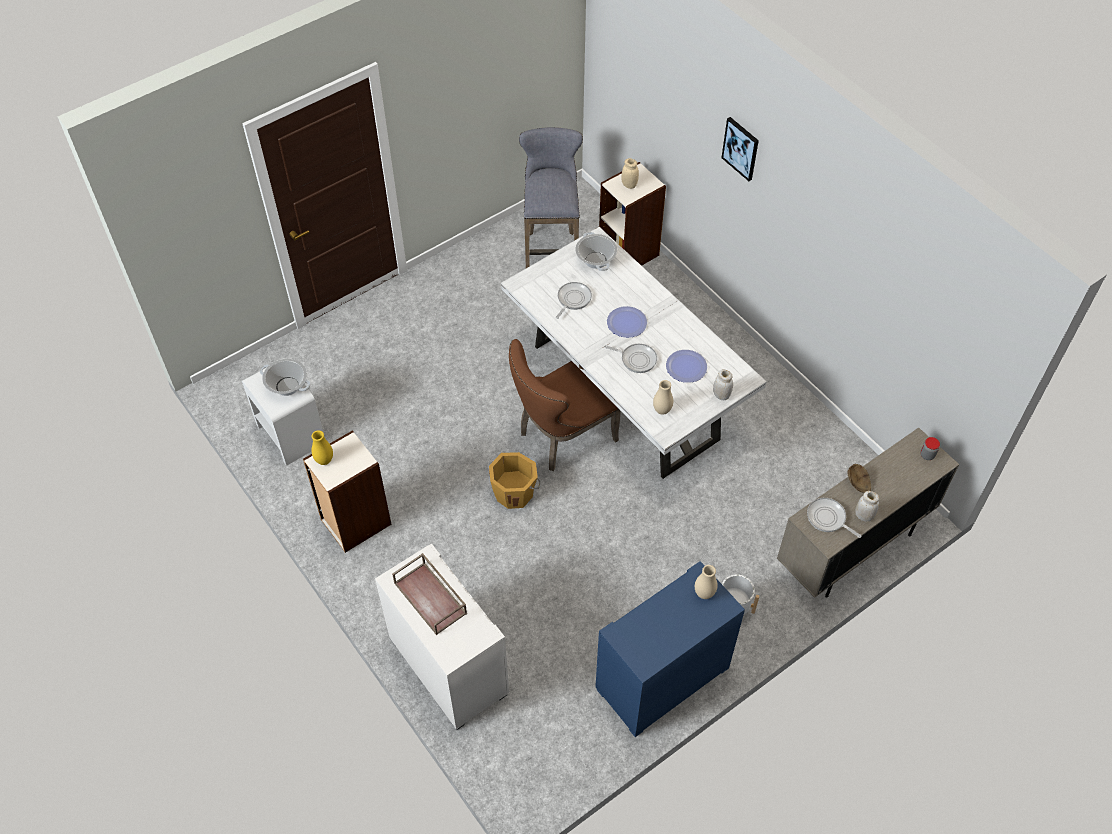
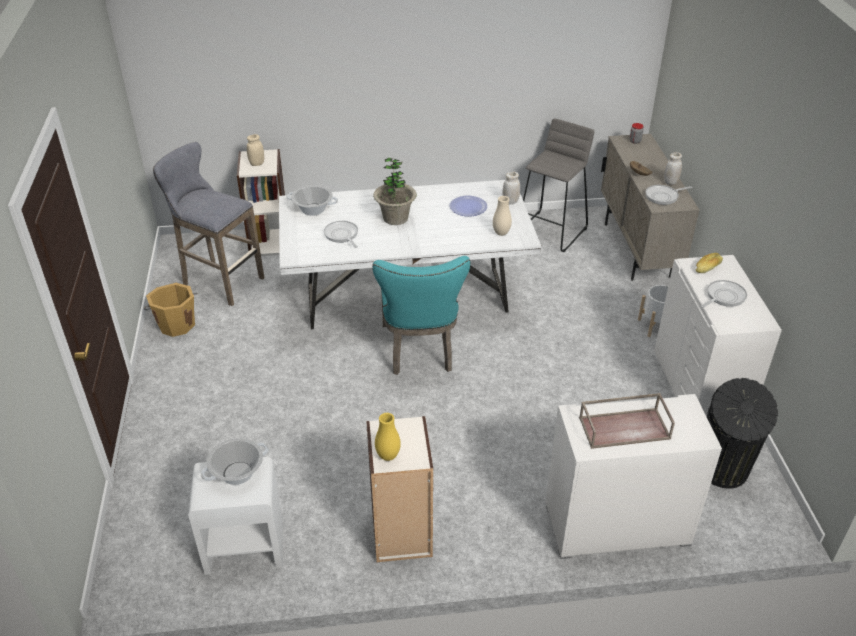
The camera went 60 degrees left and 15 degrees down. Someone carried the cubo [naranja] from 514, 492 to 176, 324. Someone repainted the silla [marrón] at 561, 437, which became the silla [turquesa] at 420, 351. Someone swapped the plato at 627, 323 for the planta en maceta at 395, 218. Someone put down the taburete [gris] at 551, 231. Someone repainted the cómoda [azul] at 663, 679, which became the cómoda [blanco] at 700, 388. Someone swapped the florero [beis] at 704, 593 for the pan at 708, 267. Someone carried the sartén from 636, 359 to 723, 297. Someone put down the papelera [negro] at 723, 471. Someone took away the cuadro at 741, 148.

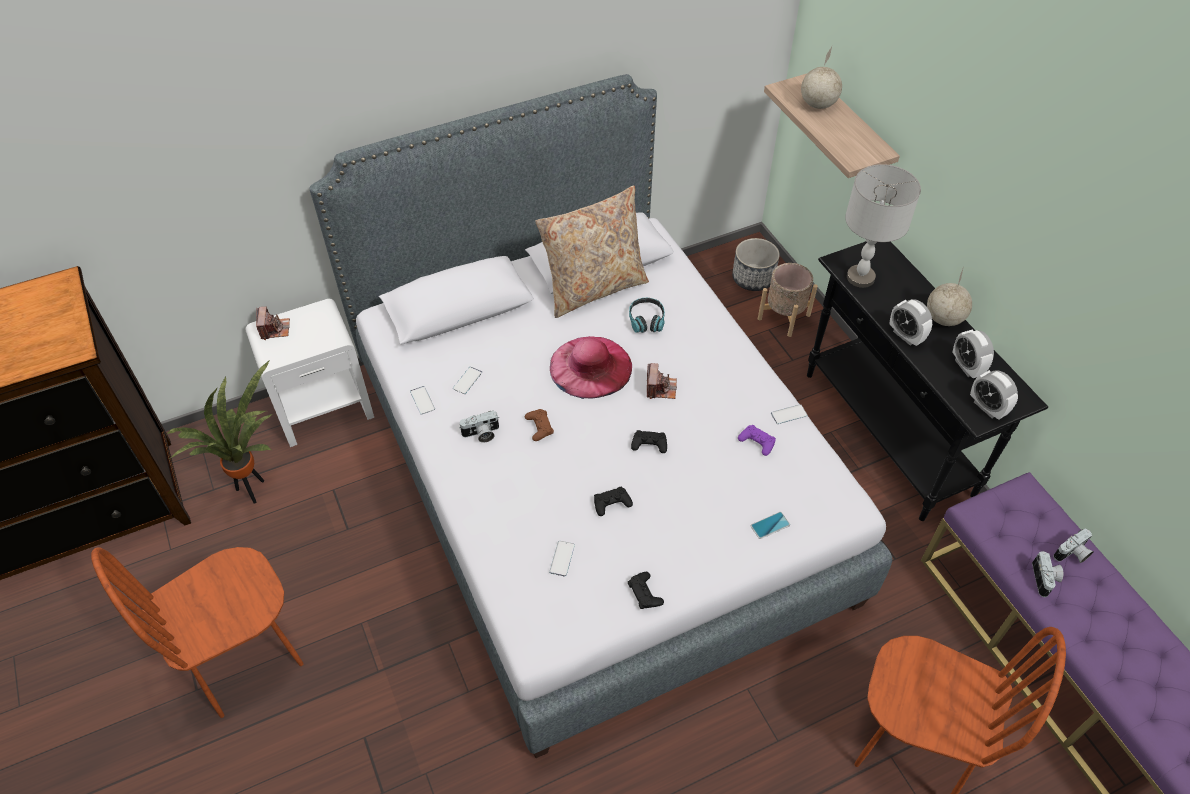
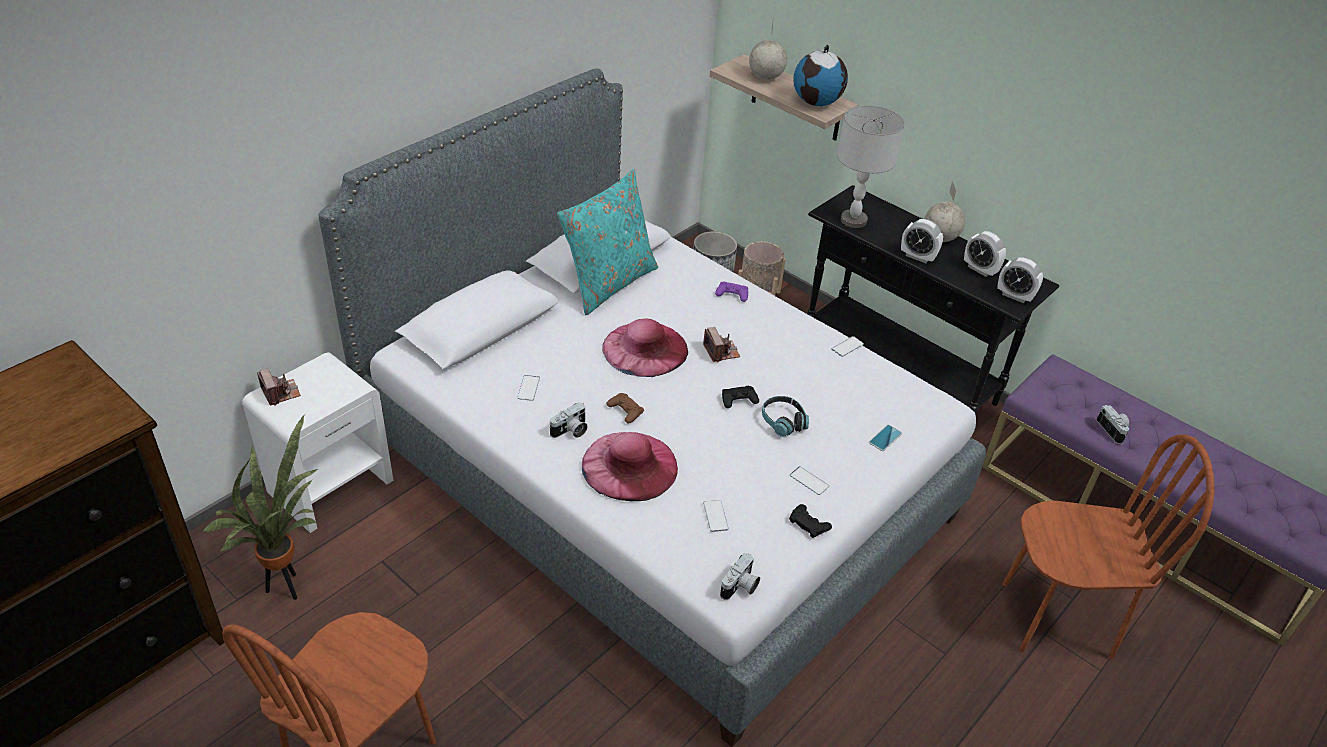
The camera went 25 degrees left and 10 degrees down. Someone repainted the cojín [beis] at 594, 288, which became the cojín [turquesa] at 609, 283. Someone put down the sombrero [rosa] at 629, 465. Someone carried the mando de consola [morado] from 757, 442 to 732, 294. Someone carried the cámara from 1072, 554 to 740, 587. Someone carried the auriculares from 646, 320 to 783, 421. Someone carried the móvil from 422, 400 to 809, 481. Someone put down the globo terráqueo at 817, 103. Someone took away the mando de consola [negro] at 612, 503.

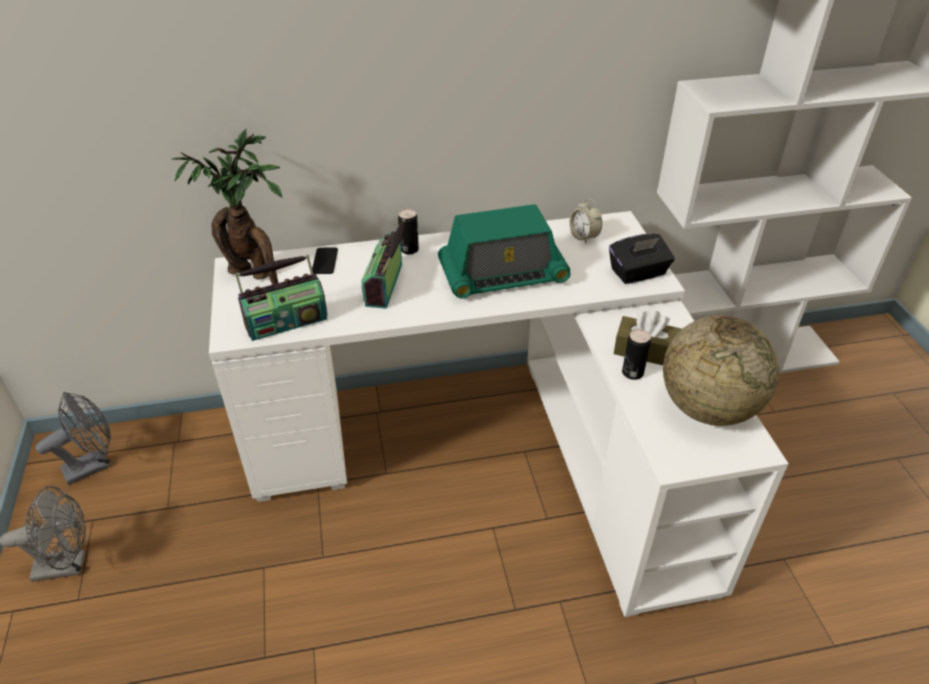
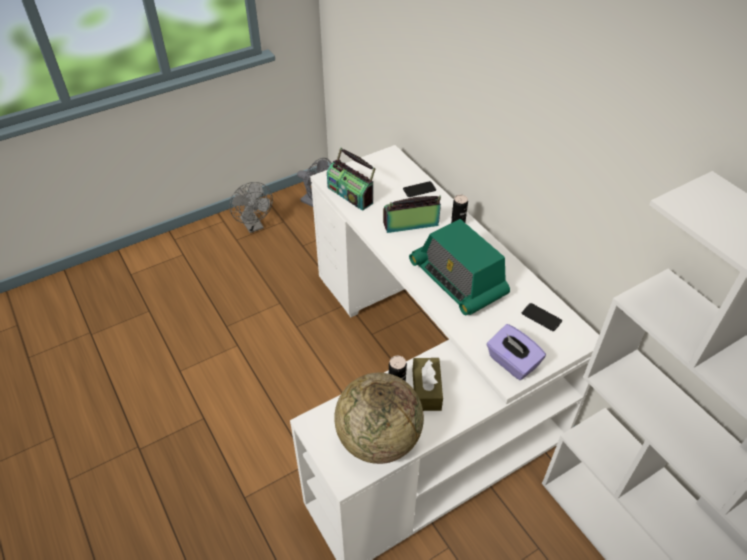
The camera went 70 degrees right and 5 degrees up. Someone repainted the caja de pañuelos [negro] at 638, 273, which became the caja de pañuelos [morado] at 512, 362. Someone swapped the despertador at 583, 237 for the móvil at 541, 317. Someone took away the planta en maceta at 254, 275.

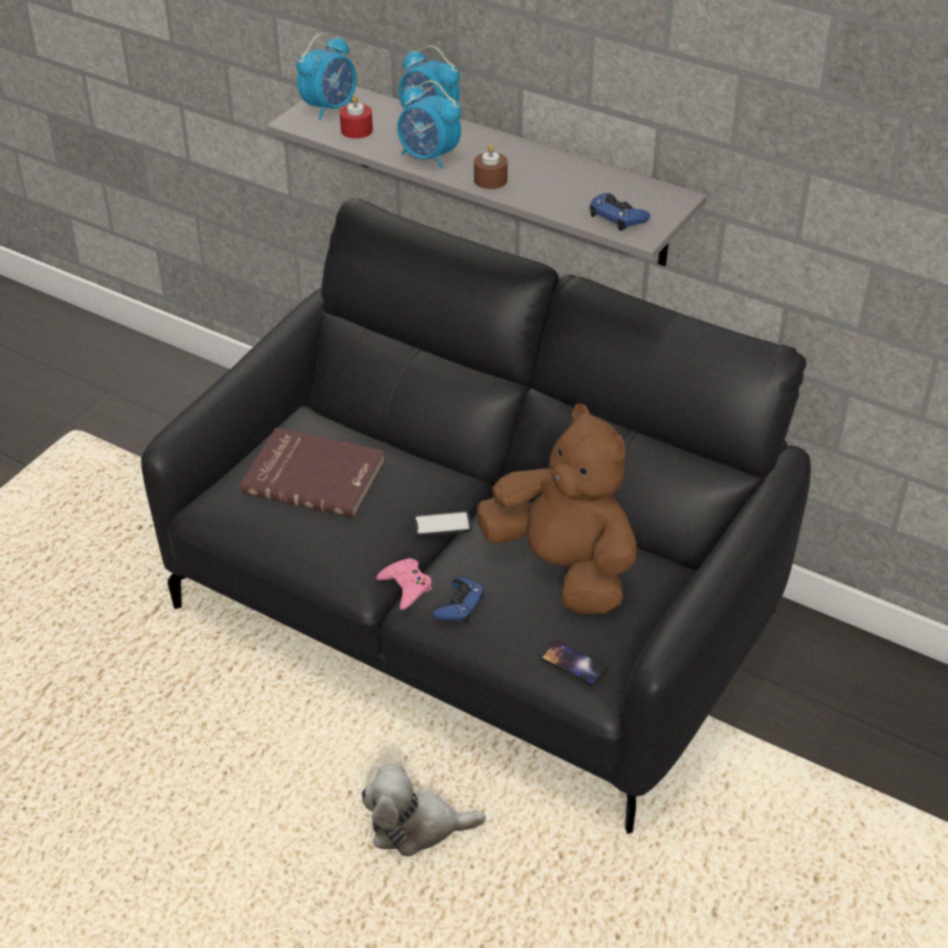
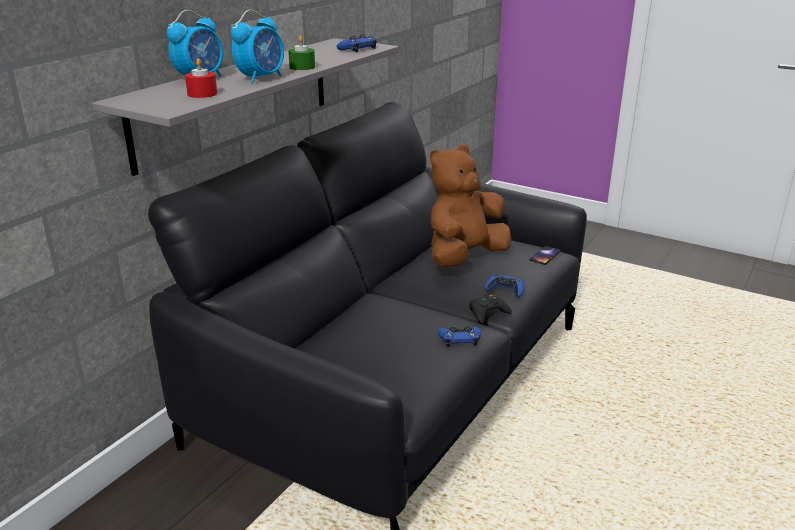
The camera went 90 degrees left and 15 degrees down. Someone repainted the vela [marrón] at 490, 180, which became the vela [verde] at 302, 67. Someone put down the mando de consola [azul] at 459, 339. Someone repainted the mando de consola [rosa] at 406, 587, which became the mando de consola [negro] at 487, 312. Someone took away the libro [rojo] at 315, 476. Someone took away the despertador at 330, 108. Someone took away the peluche at 416, 827. Someone took away the móvil at 442, 524.

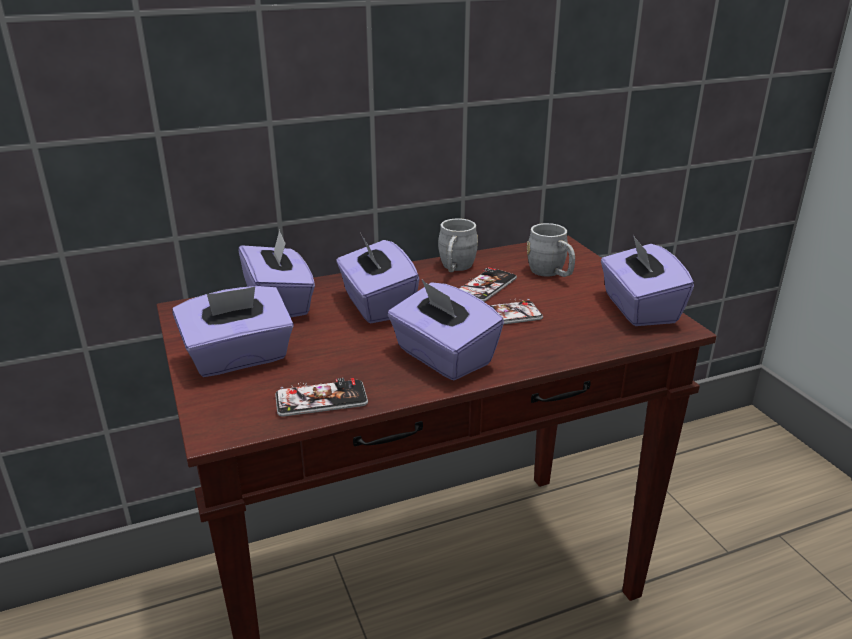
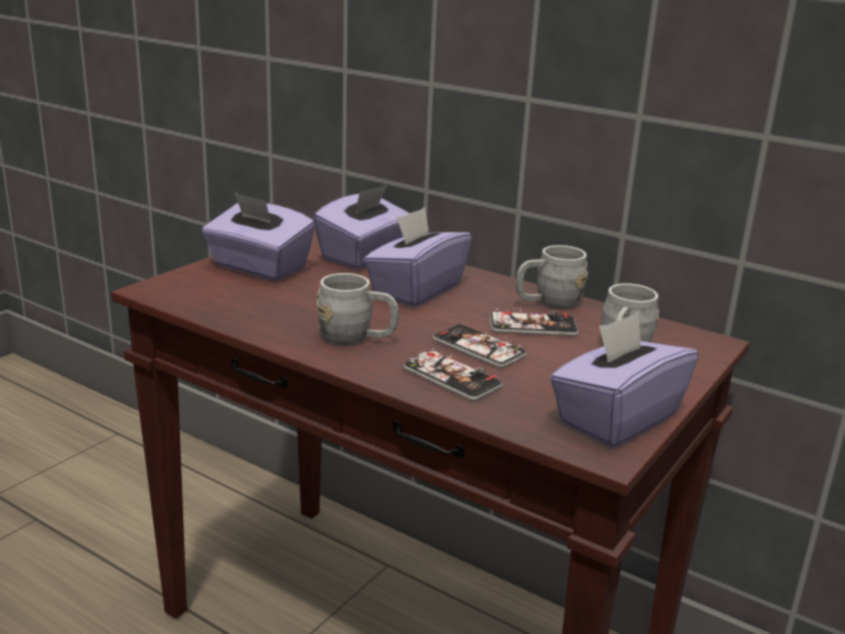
The camera went 55 degrees right and 5 degrees down. Someone swapped the caja de pañuelos [morado] at 443, 357 for the taza grande [gris] at 356, 339. Someone carried the móvil from 321, 399 to 451, 377.

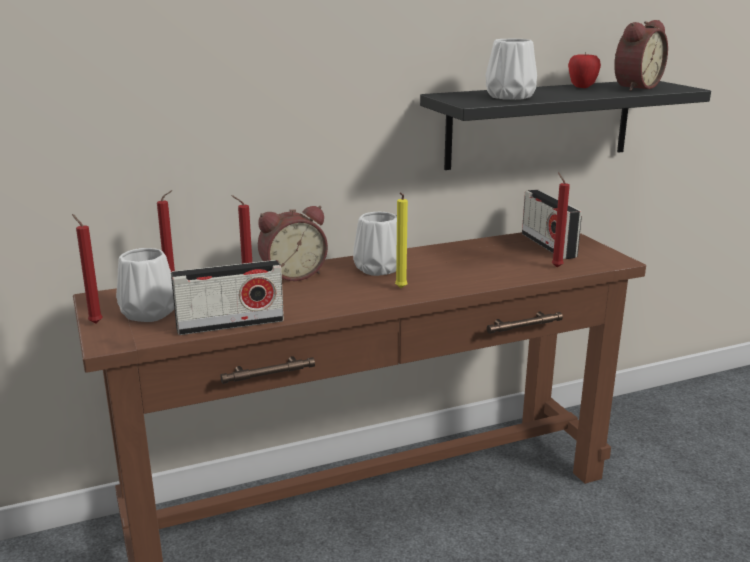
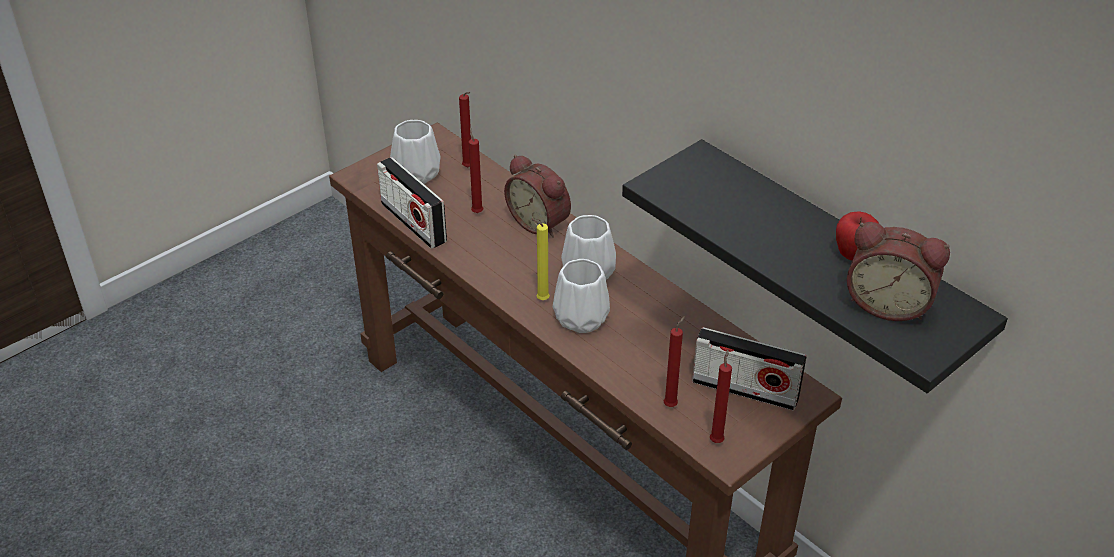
The camera went 70 degrees right and 20 degrees up. Someone carried the florero [blanco] from 510, 96 to 582, 318. Someone rotated the radio at 548, 245 by 120 degrees counterclockwise. Someone carried the vela [rojo] from 94, 323 to 716, 439.

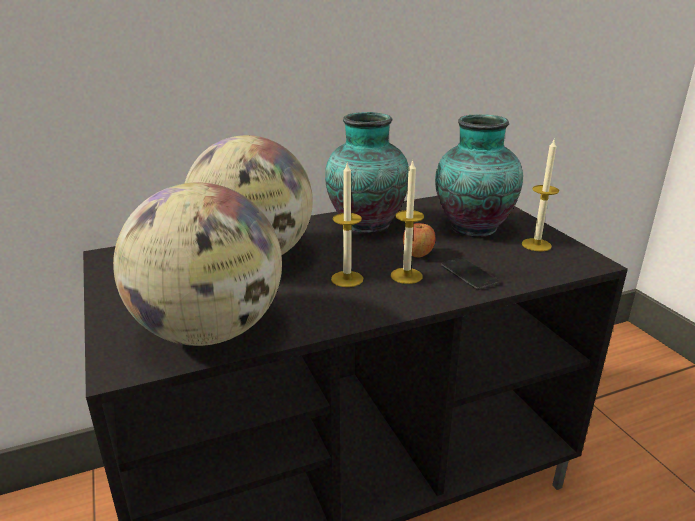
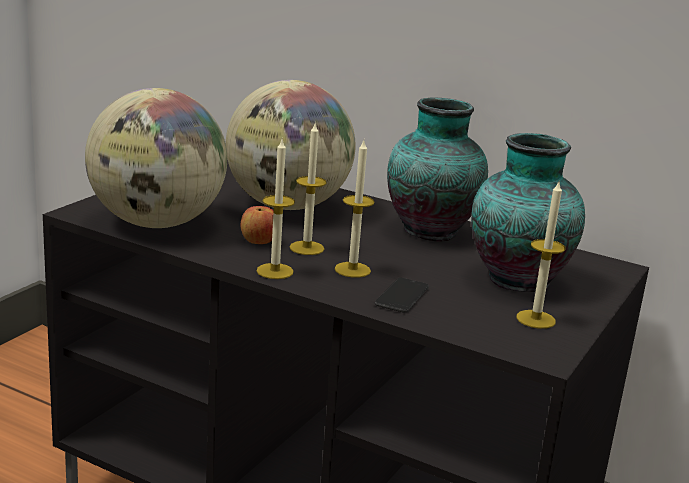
The camera went 50 degrees right and 5 degrees down. Someone carried the manzana from 417, 254 to 259, 242. Someone put down the vela at 275, 271.

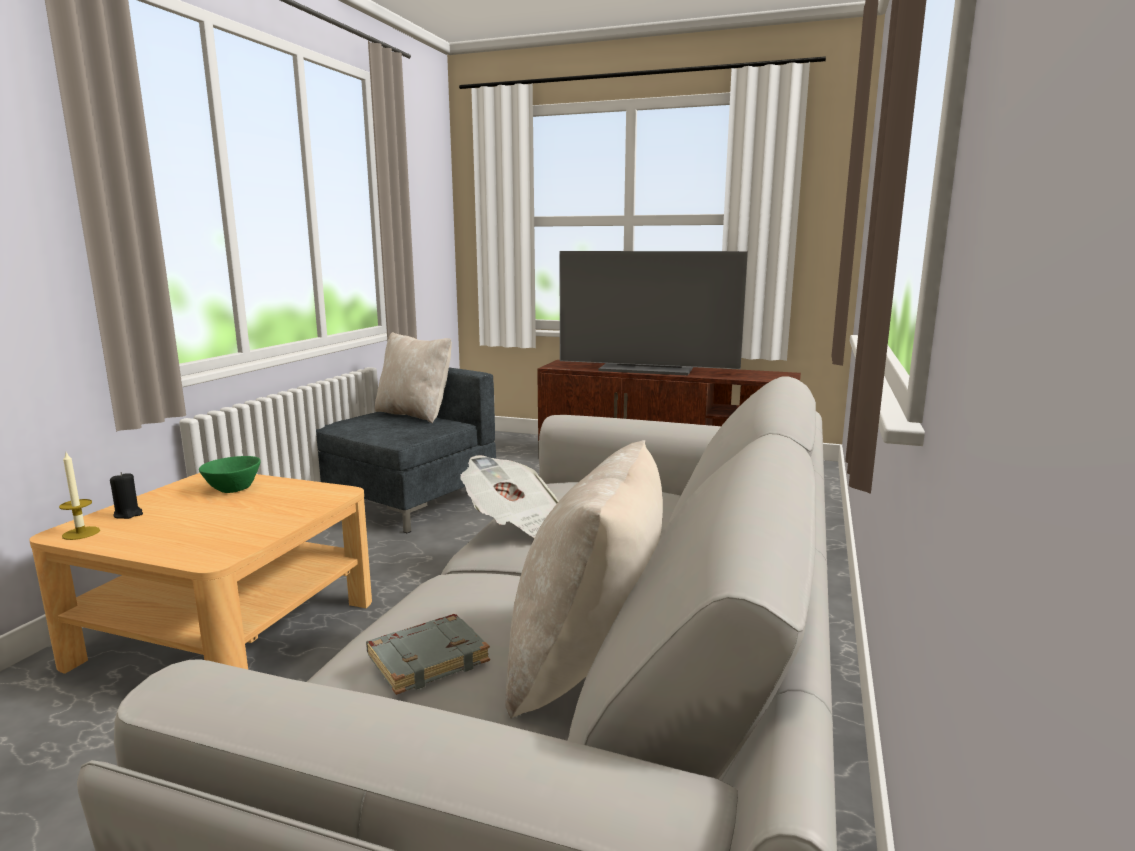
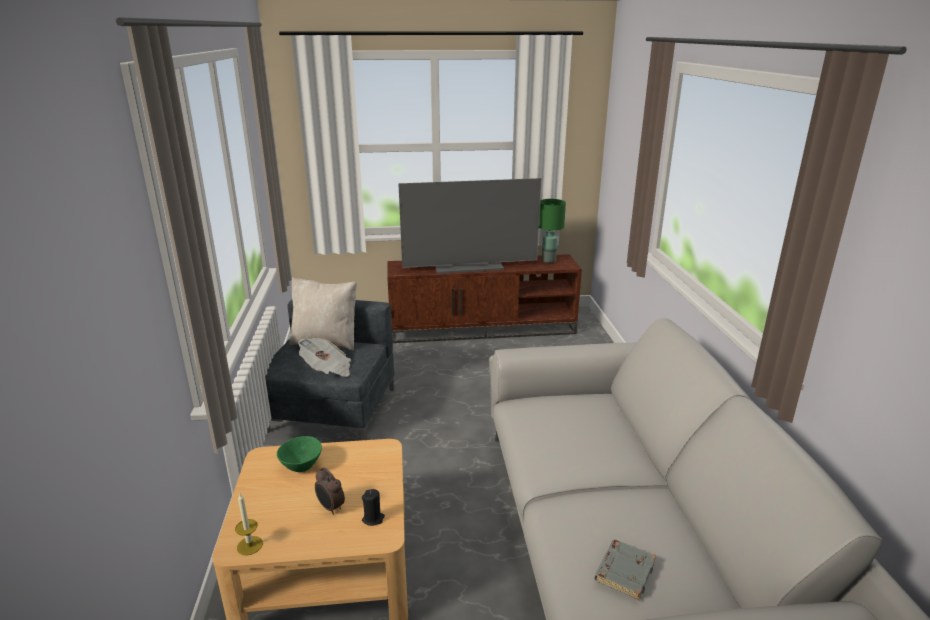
The camera went 25 degrees left and 10 degrees up. Someone carried the periódico from 515, 522 to 327, 369. Someone put down the despertador at 330, 508. Someone carried the vela [negro] from 128, 514 to 373, 519. Someone put down the lámpara de mesa [verde] at 548, 260. Someone took away the cojín [beis] at 588, 660.

